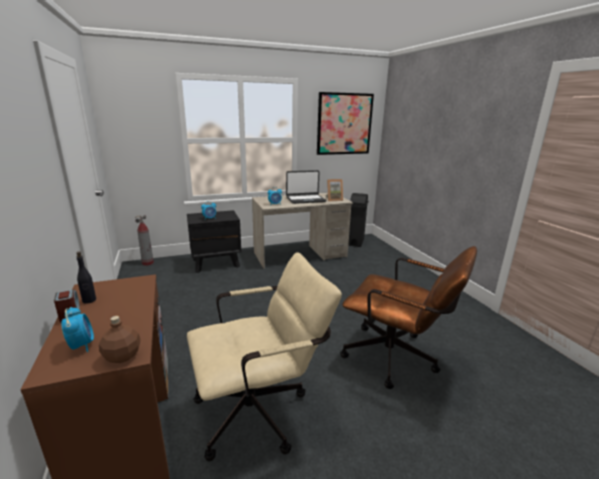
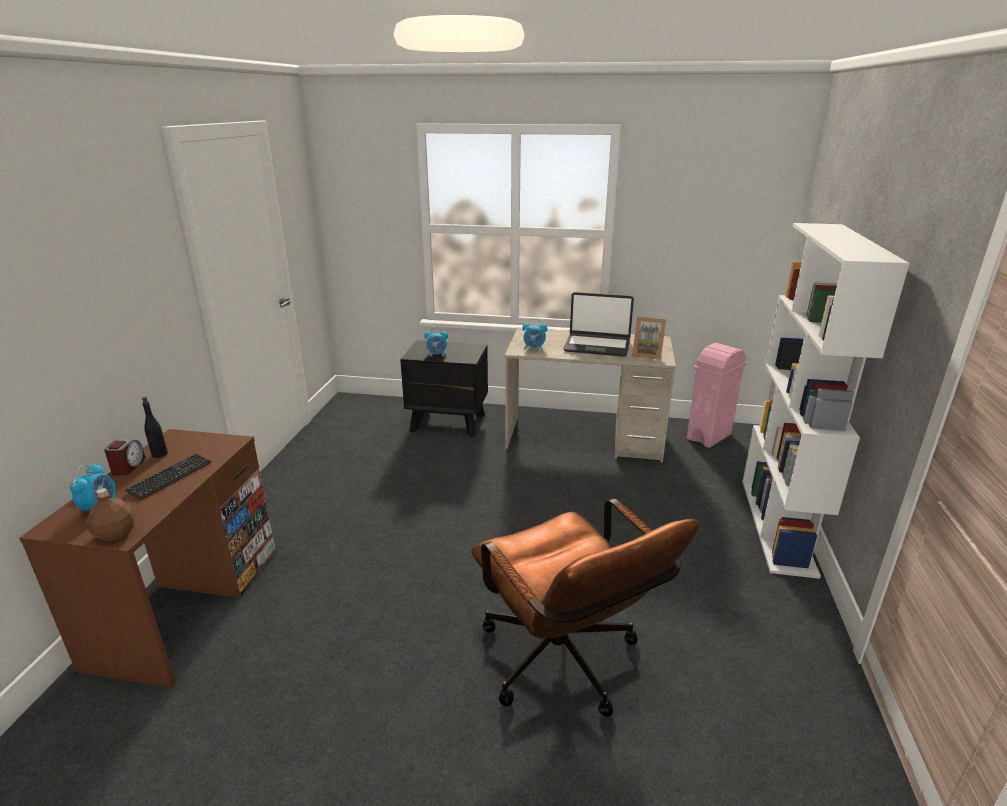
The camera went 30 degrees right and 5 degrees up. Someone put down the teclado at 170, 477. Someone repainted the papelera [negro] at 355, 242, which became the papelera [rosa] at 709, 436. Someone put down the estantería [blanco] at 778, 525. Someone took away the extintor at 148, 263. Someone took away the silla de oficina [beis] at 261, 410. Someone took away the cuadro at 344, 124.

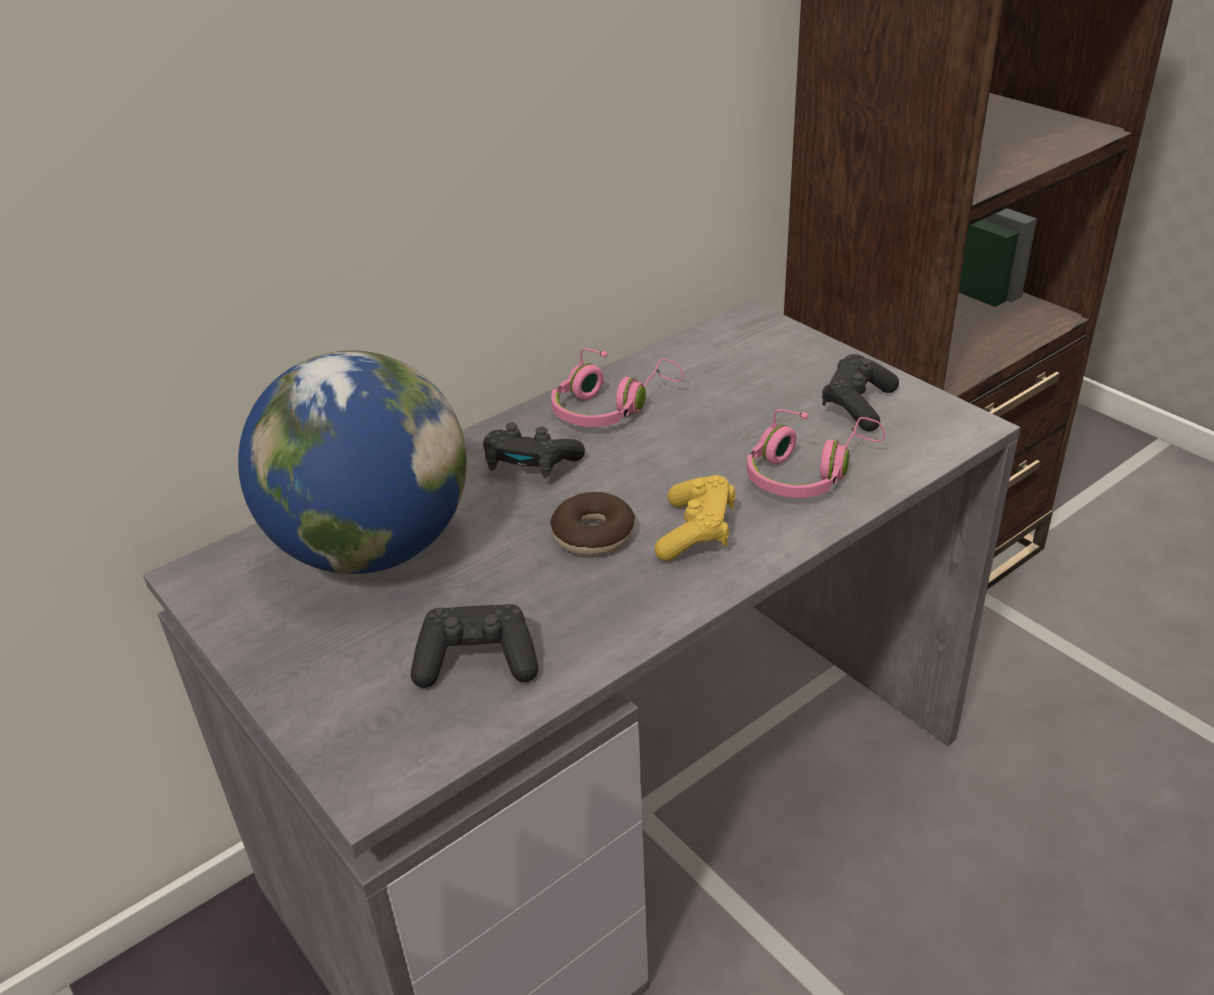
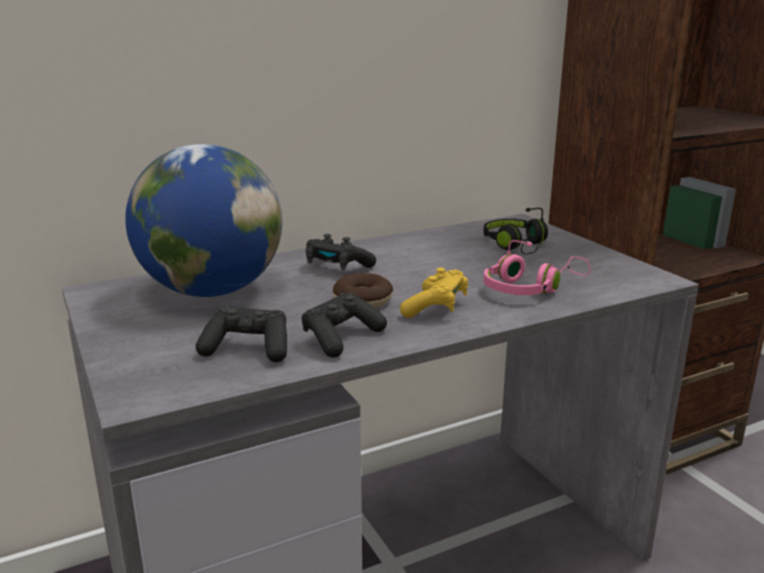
The camera went 10 degrees right and 15 degrees down. Someone carried the mando de consola [negro] from 857, 406 to 341, 338. Someone put down the auriculares [negro] at 517, 246. Someone took away the auriculares [rosa] at 611, 407.

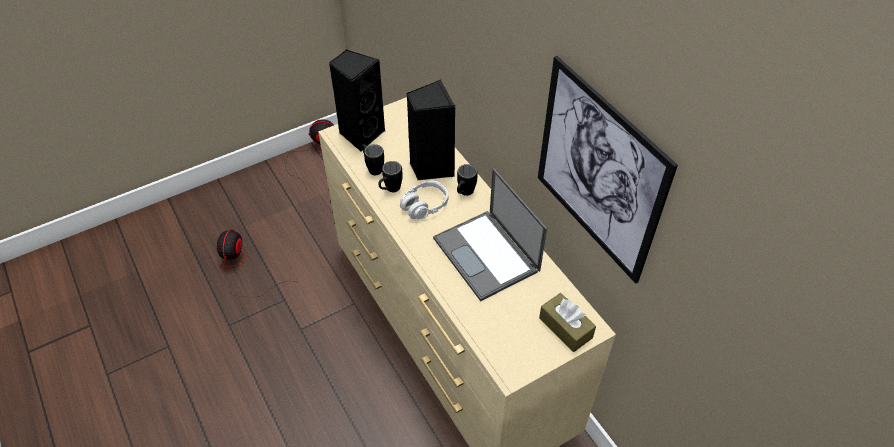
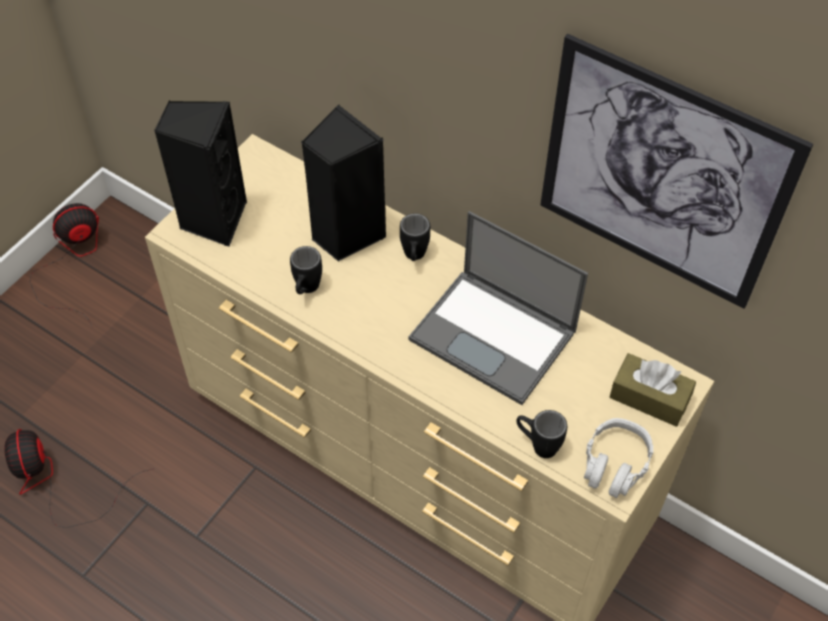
The camera went 25 degrees left and 5 degrees up. Someone carried the taza grande [negro] from 372, 168 to 537, 445. Someone carried the auriculares [gris] from 424, 205 to 615, 464.

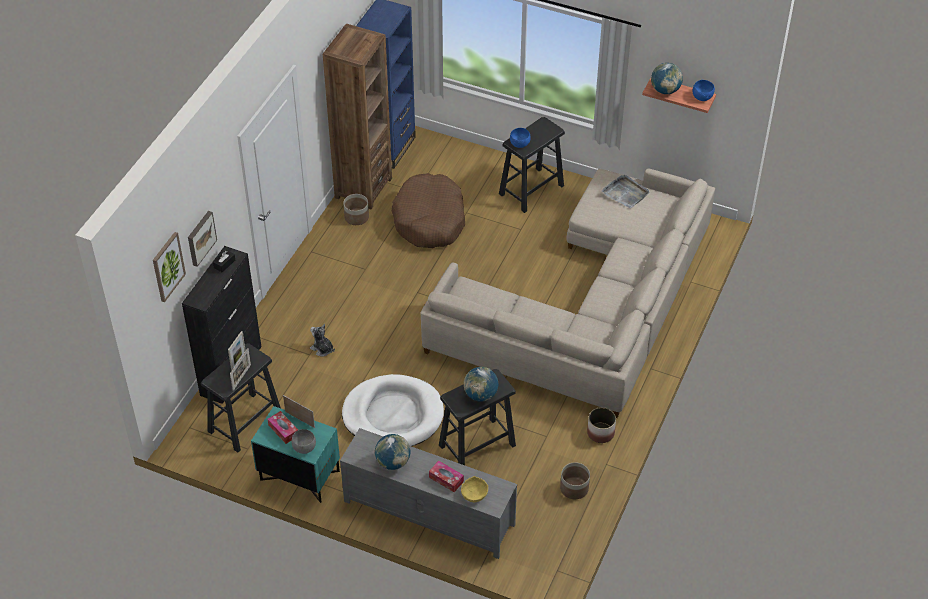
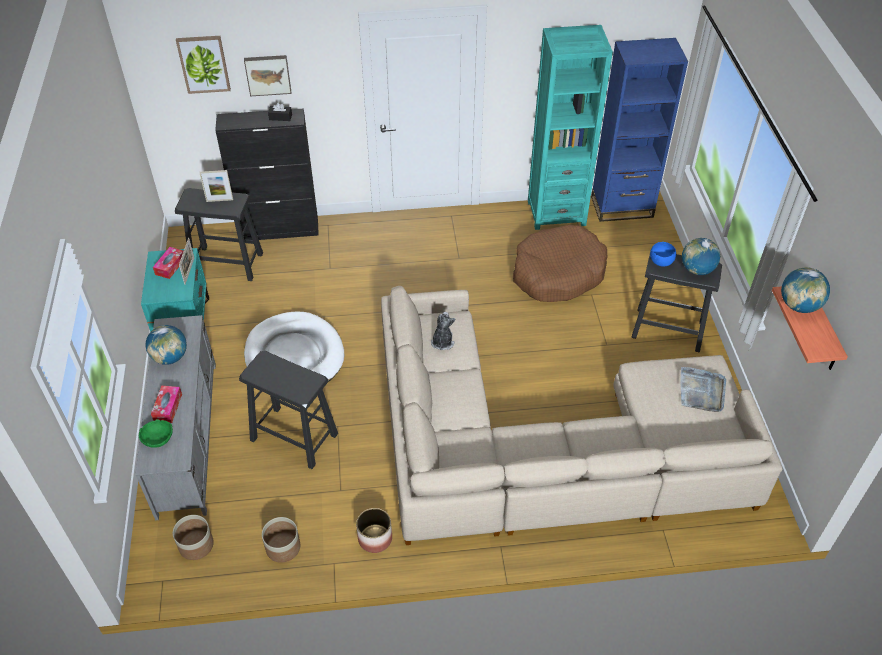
The camera went 60 degrees right and 0 degrees up. Someone repainted the cuenco [amarillo] at 474, 494, which became the cuenco [verde] at 157, 439. Someone carried the maceta from 356, 217 to 196, 545. Someone carried the peluche from 322, 349 to 442, 342. Someone repainted the estantería [marrón] at 363, 188, which became the estantería [turquesa] at 556, 213. Someone carried the globo terráqueo from 480, 395 to 697, 270. Someone took away the portarretratos at 241, 377. Someone took away the cuenco [gris] at 304, 447. Someone took away the cuenco [azul] at 702, 97.

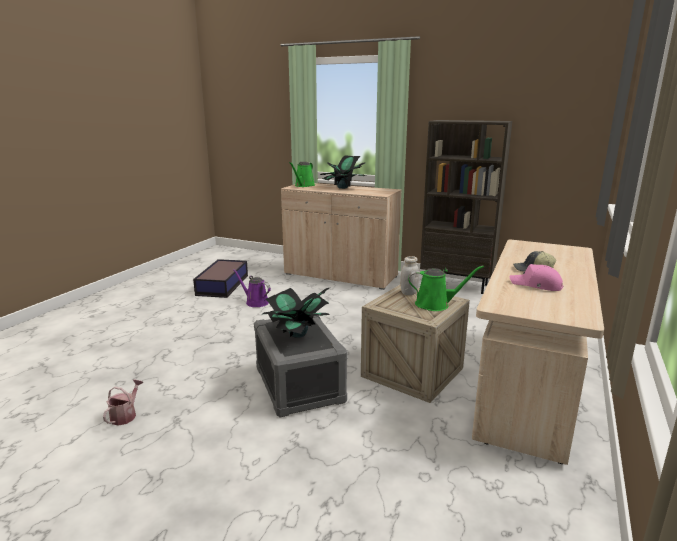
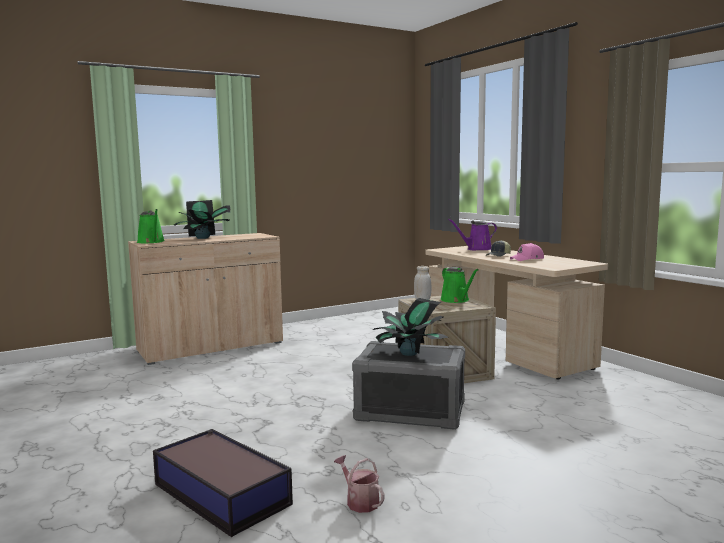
The camera went 55 degrees left and 10 degrees down. Someone carried the caja de almacenaje from 223, 285 to 221, 493. Someone rotated the regadera [verde] at 435, 304 by 120 degrees clockwise. Someone carried the regadera [morado] from 255, 302 to 477, 249. Someone took away the estantería [marrón] at 457, 285.

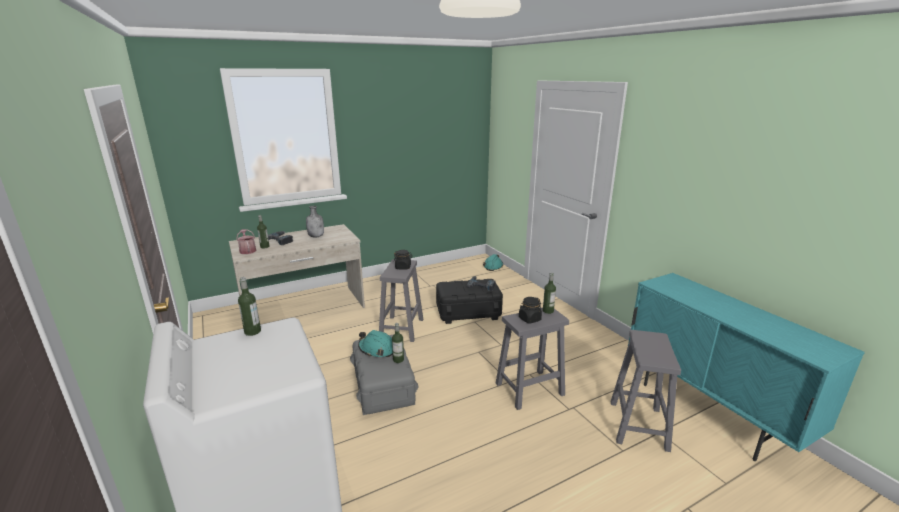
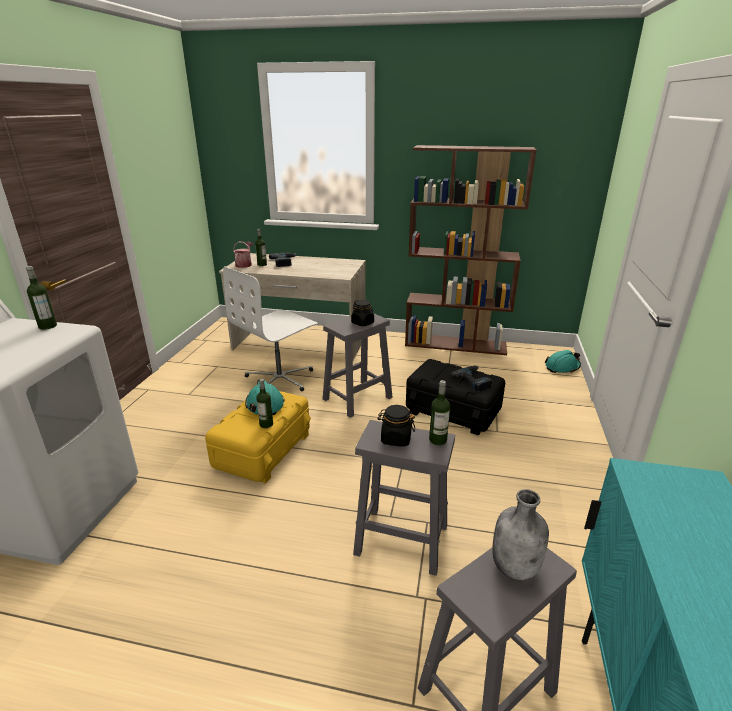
The camera went 40 degrees right and 5 degrees up. Someone repainted the caja de almacenaje [gris] at 383, 387, which became the caja de almacenaje [amarillo] at 262, 450. Someone put down the silla de oficina [blanco] at 280, 379. Someone put down the estantería [marrón] at 456, 344. Someone carried the botella [gris] from 316, 236 to 515, 567.

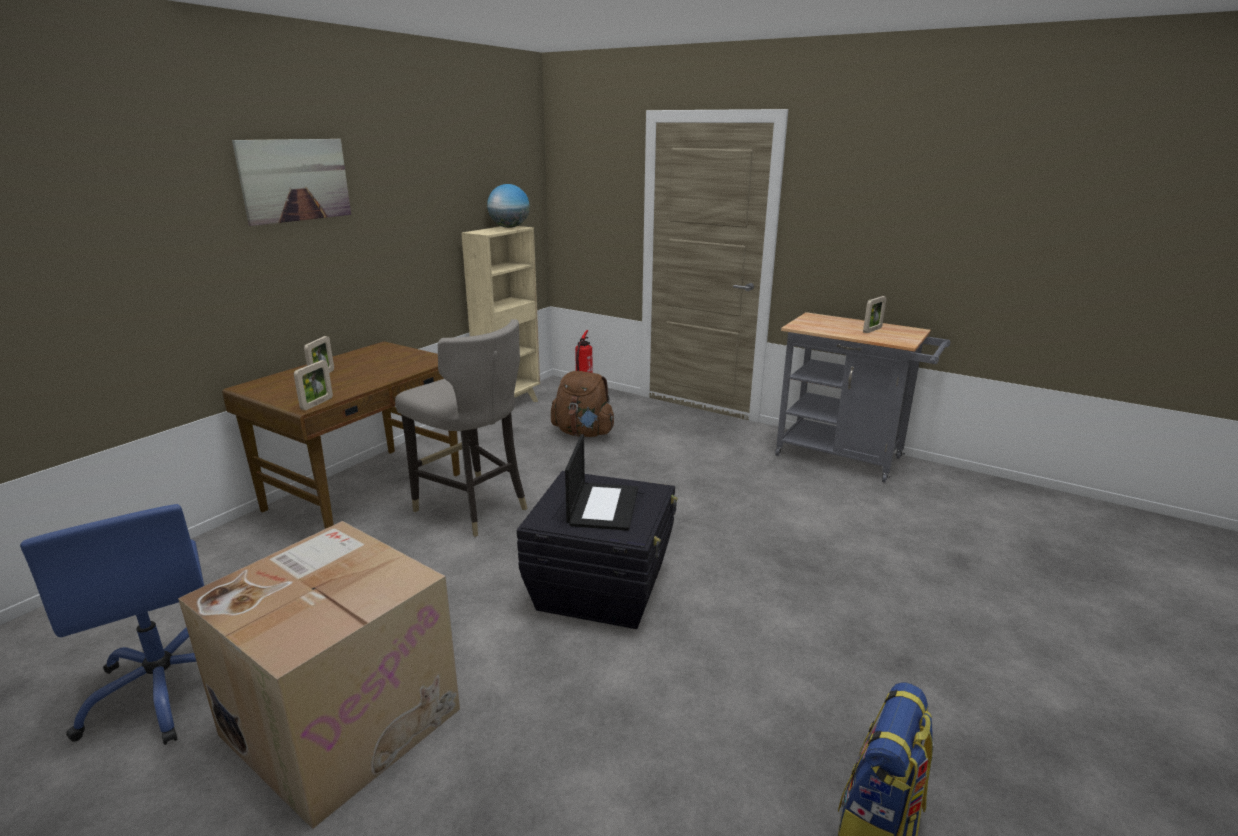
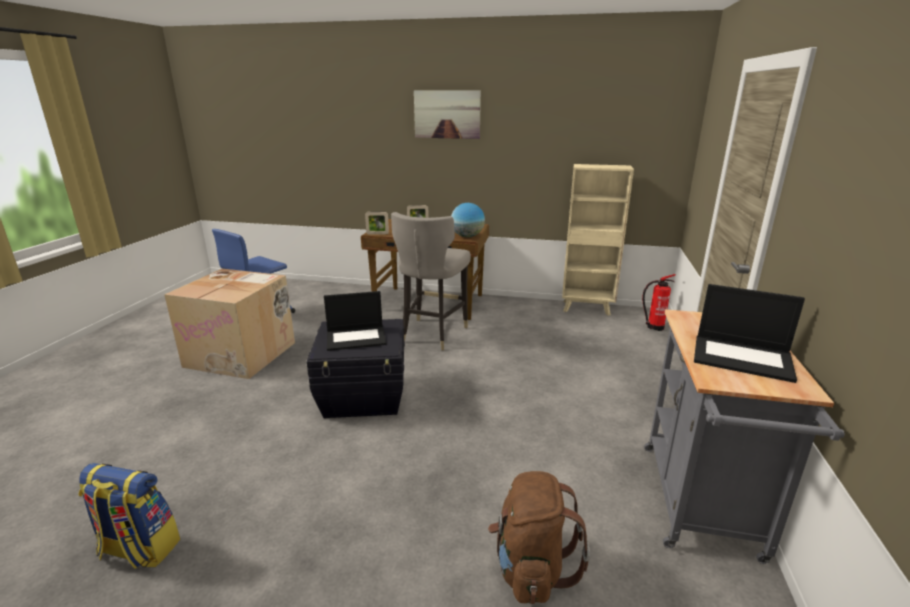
The camera went 70 degrees right and 0 degrees up. Someone carried the globo terráqueo from 509, 227 to 467, 236. Someone carried the mochila [marrón] from 583, 433 to 531, 568. Someone swapped the portarretratos at 872, 330 for the portátil at 743, 358.

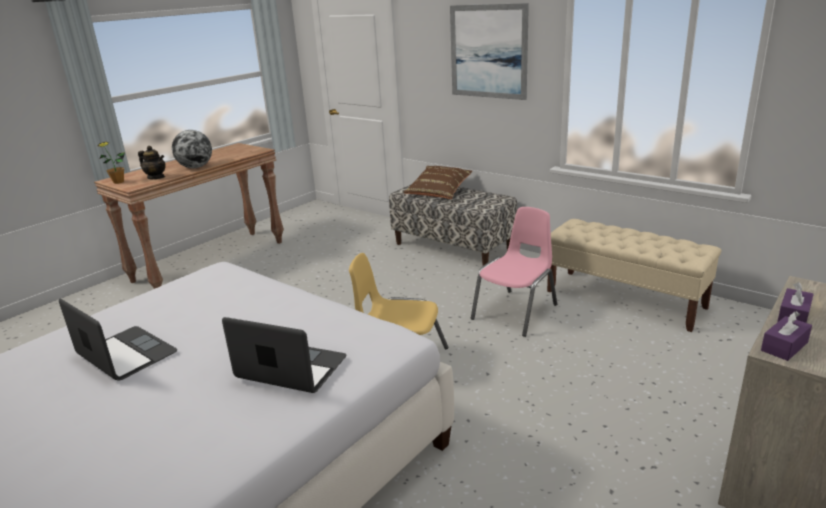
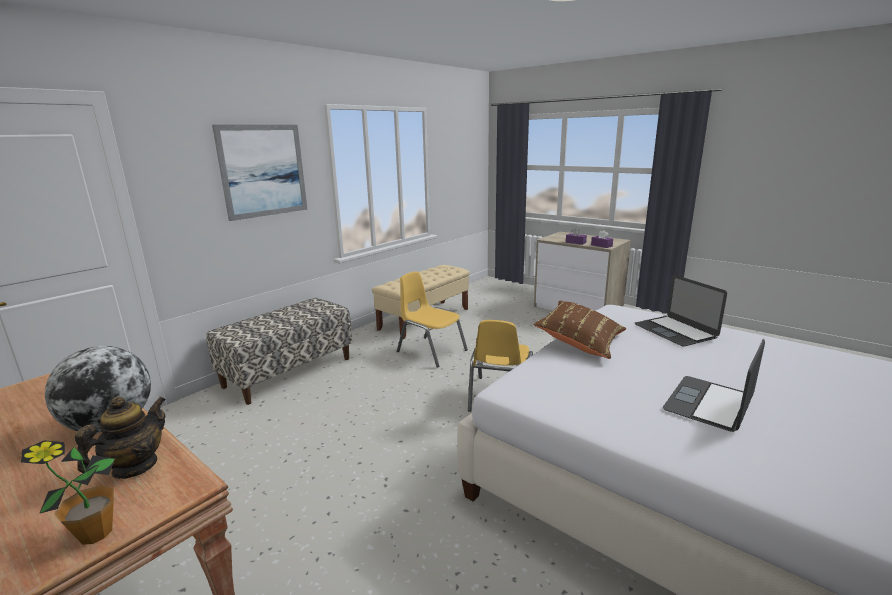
The camera went 90 degrees left and 5 degrees down. Someone repainted the silla [rosa] at 516, 312, which became the silla [amarillo] at 431, 351. Someone carried the cojín [marrón] from 438, 192 to 580, 342. Someone rotated the portátil at 291, 368 by 45 degrees counterclockwise.

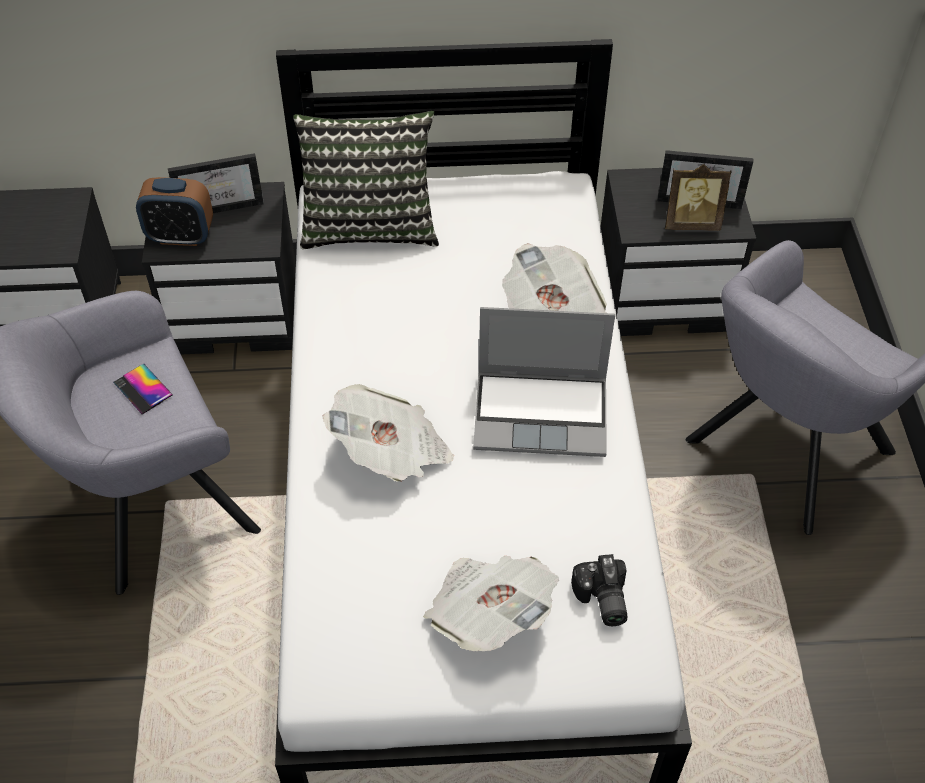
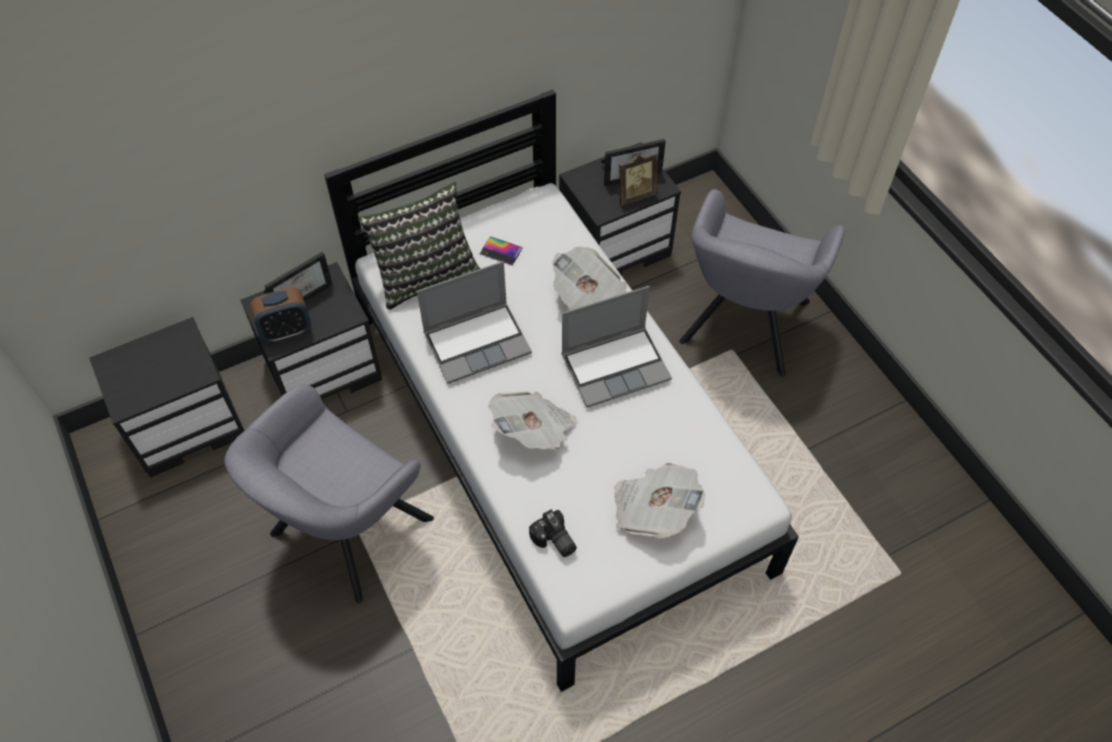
The camera went 25 degrees left and 5 degrees up. Someone put down the portátil at 478, 342. Someone carried the móvil from 143, 389 to 501, 251. Someone carried the cámara from 601, 600 to 553, 541.

